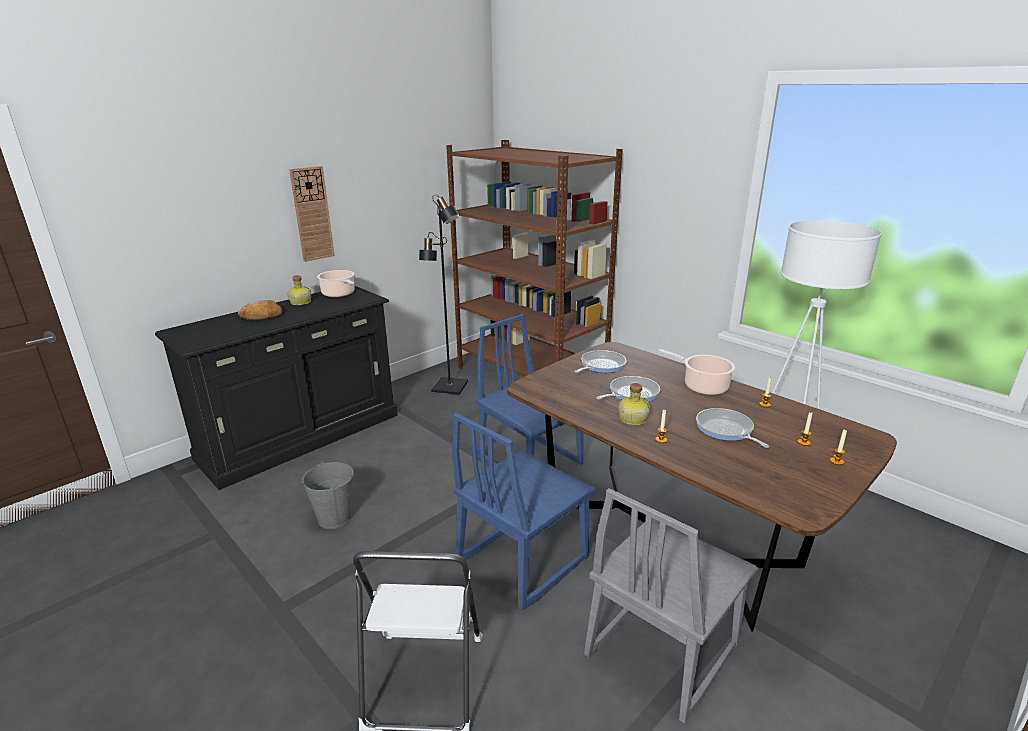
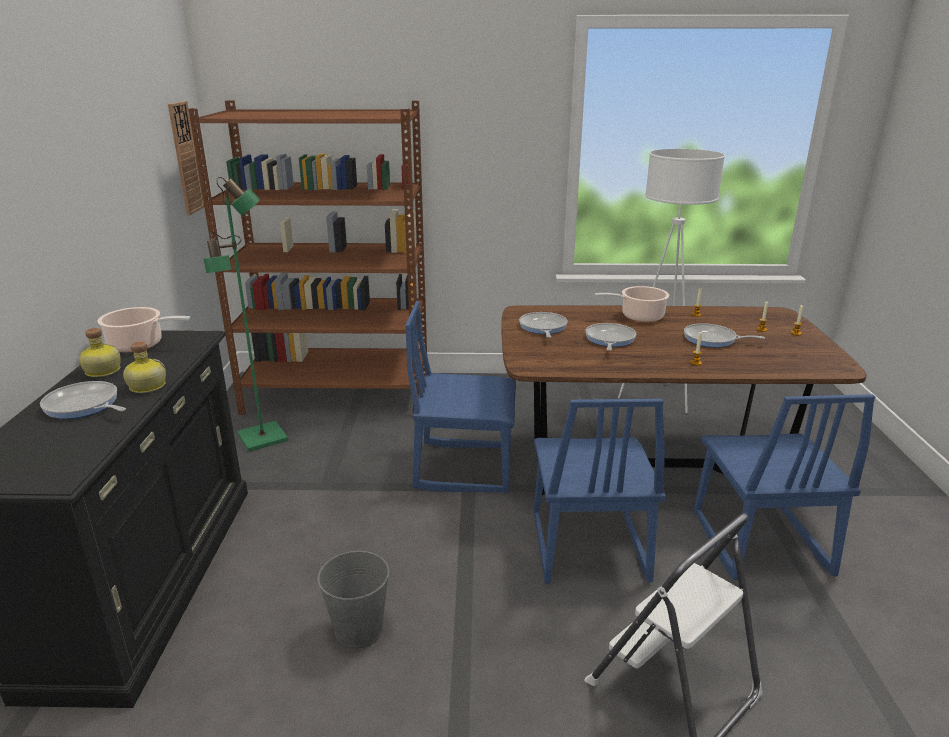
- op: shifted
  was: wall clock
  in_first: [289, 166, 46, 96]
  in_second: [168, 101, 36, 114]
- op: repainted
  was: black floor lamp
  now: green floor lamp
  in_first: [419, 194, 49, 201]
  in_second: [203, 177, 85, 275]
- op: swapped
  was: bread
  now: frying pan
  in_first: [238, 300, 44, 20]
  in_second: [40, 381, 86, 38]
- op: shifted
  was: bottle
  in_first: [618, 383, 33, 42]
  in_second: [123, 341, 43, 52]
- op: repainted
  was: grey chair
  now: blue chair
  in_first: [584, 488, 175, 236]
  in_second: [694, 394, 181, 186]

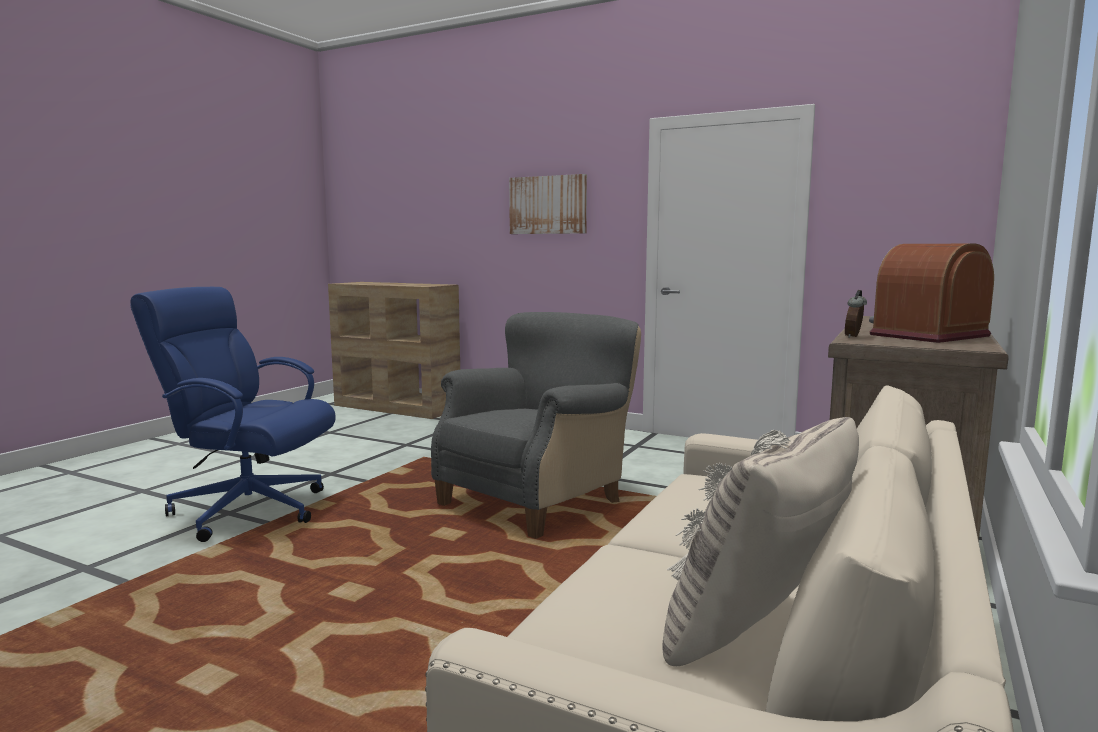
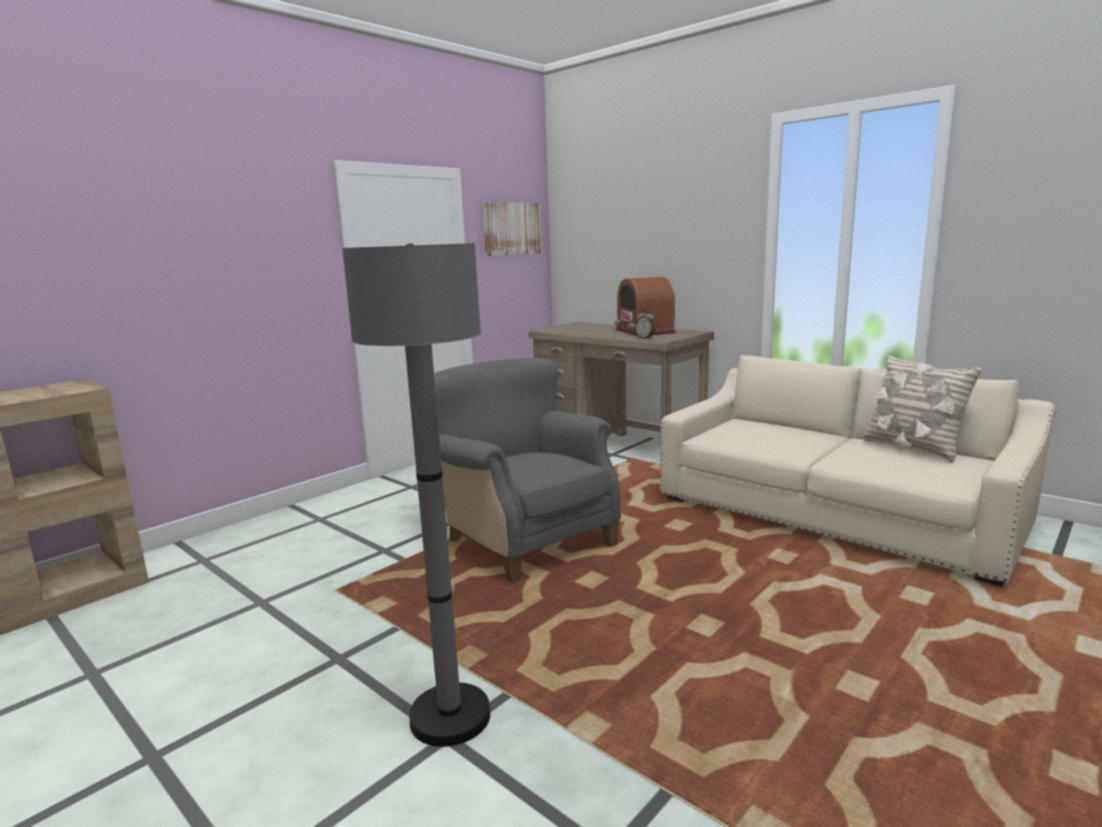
- op: shifted
  was: picture
  in_first: [509, 174, 78, 60]
  in_second: [483, 202, 59, 54]
- op: swapped
  was: blue office chair
  now: grey floor lamp
  in_first: [130, 287, 206, 255]
  in_second: [342, 243, 149, 504]

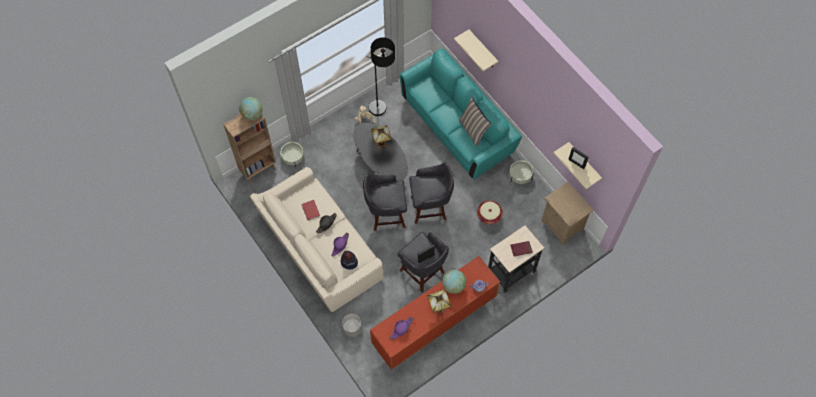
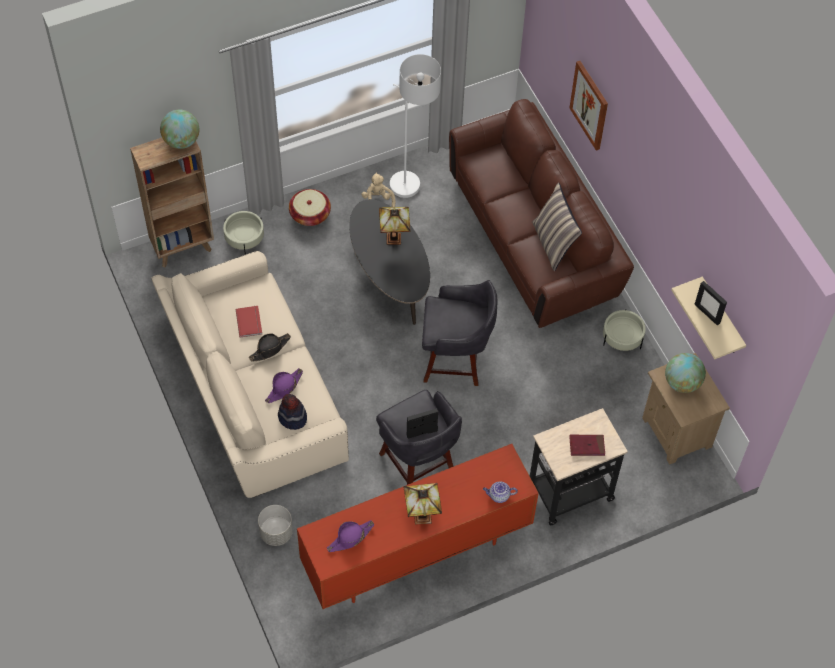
- op: swapped
  was: beige shelf
  now: picture
  in_first: [454, 30, 44, 41]
  in_second: [570, 61, 38, 89]
- op: repainted
  was: black floor lamp
  now: white floor lamp
  in_first: [366, 37, 29, 79]
  in_second: [390, 54, 51, 144]
- op: repainted
  was: turquoise sofa
  now: brown sofa
  in_first: [400, 48, 122, 132]
  in_second: [449, 99, 185, 229]
- op: gone
  was: grey stool
  in_first: [363, 173, 44, 58]
- op: shifted
  was: basket
  in_first: [477, 201, 26, 24]
  in_second: [289, 189, 42, 37]
- op: shifted
  was: globe
  in_first: [442, 270, 24, 24]
  in_second: [665, 353, 41, 40]

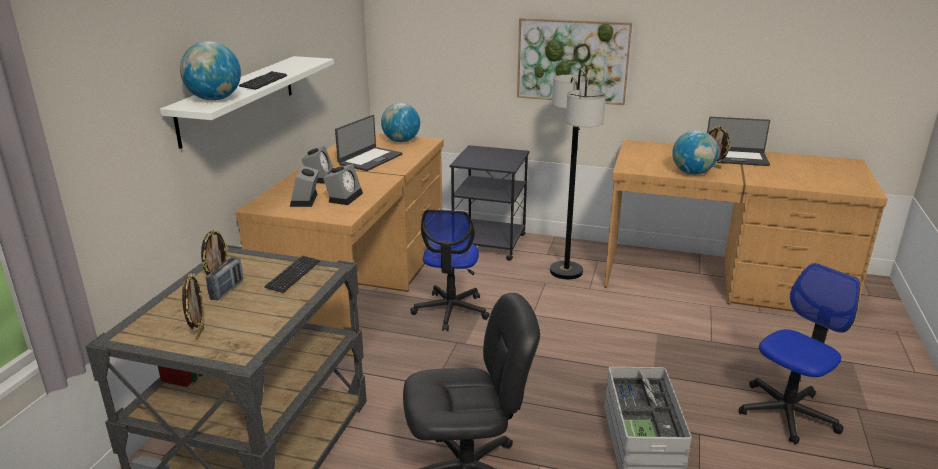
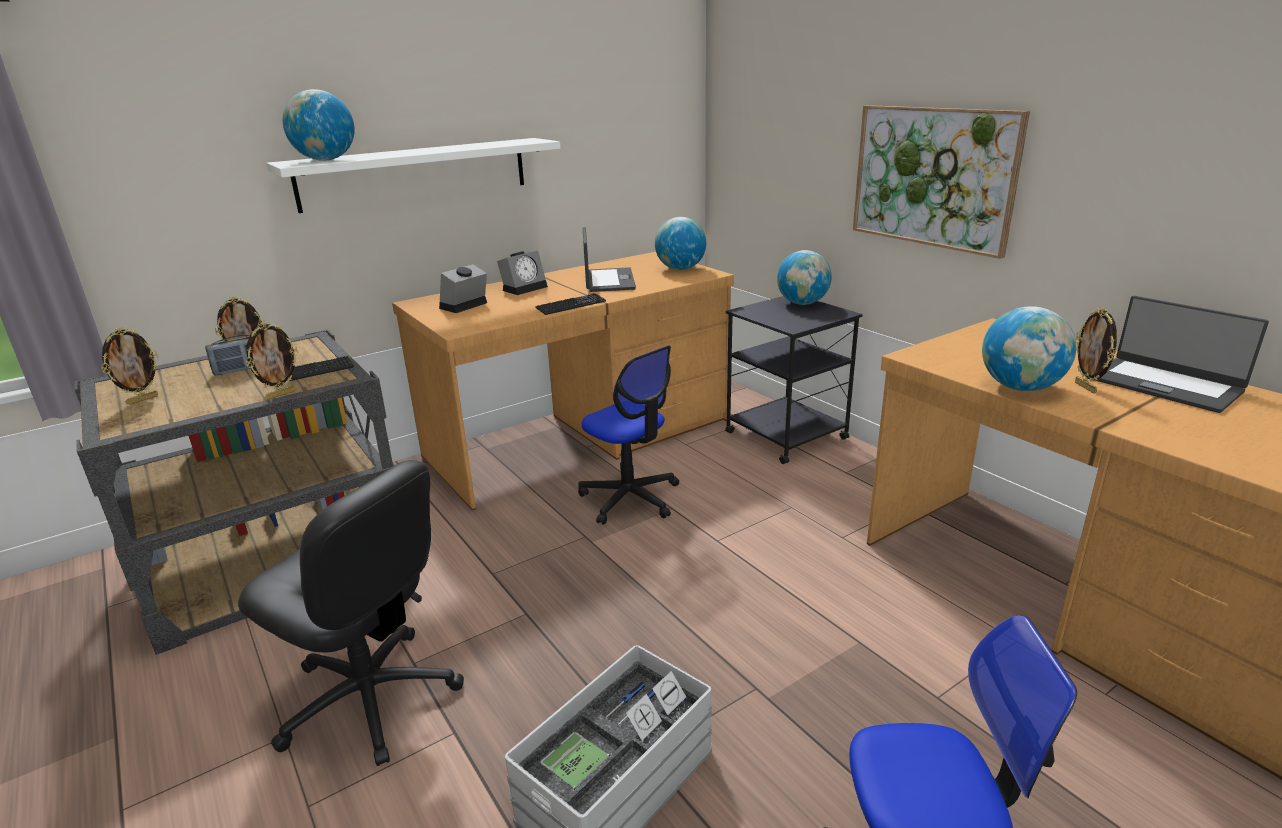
- op: gone
  was: floor lamp
  in_first: [550, 69, 56, 210]
- op: shifted
  was: keyboard
  in_first: [239, 71, 48, 19]
  in_second: [535, 293, 71, 22]
- op: rotated
  was: laptop
  in_first: [335, 115, 68, 56]
  in_second: [583, 227, 53, 65]
  clockwise: -75
- op: gone
  was: alarm clock
  in_first: [323, 164, 40, 41]
- op: rotated
  was: office chair
  in_first: [410, 209, 80, 122]
  in_second: [578, 345, 101, 180]
  clockwise: -90
- op: new
  now: globe
  in_second: [777, 250, 55, 55]
- op: new
  now: picture frame
  in_second: [245, 322, 53, 77]

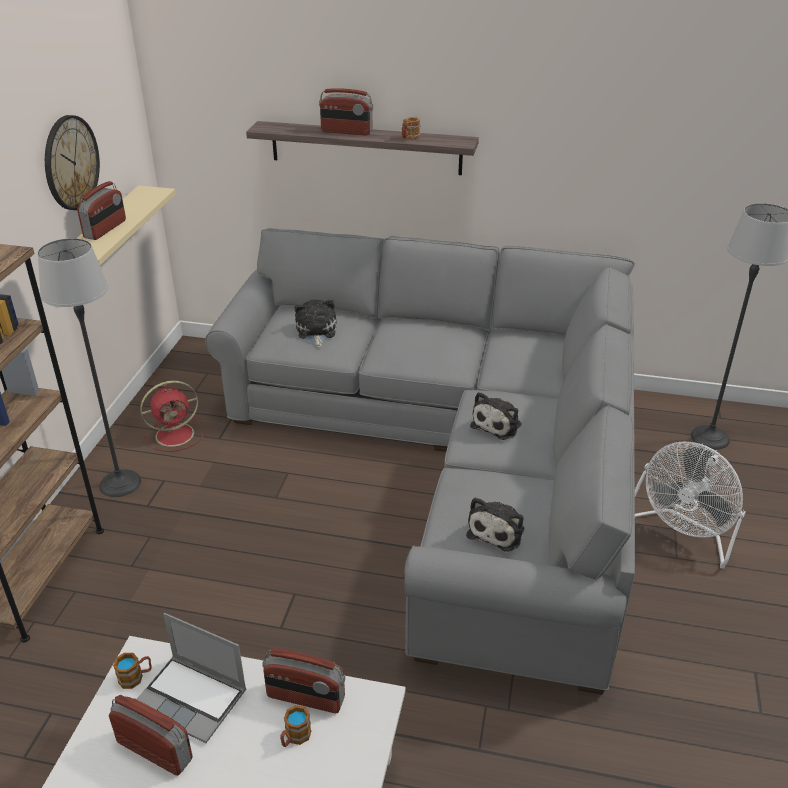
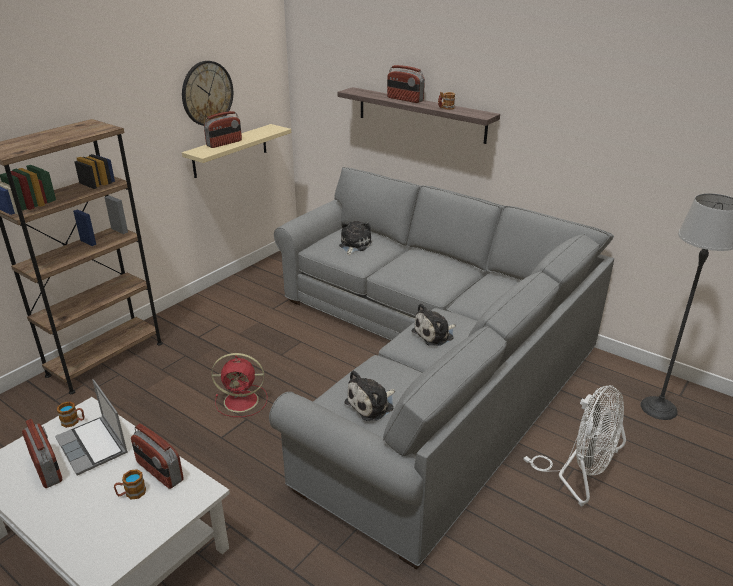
- op: gone
  was: floor lamp
  in_first: [38, 238, 103, 259]
- op: shifted
  was: red fan
  in_first: [140, 381, 64, 71]
  in_second: [211, 353, 56, 64]
- op: rotated
  was: white fan
  in_first: [635, 442, 111, 127]
  in_second: [523, 385, 103, 122]
  clockwise: -120

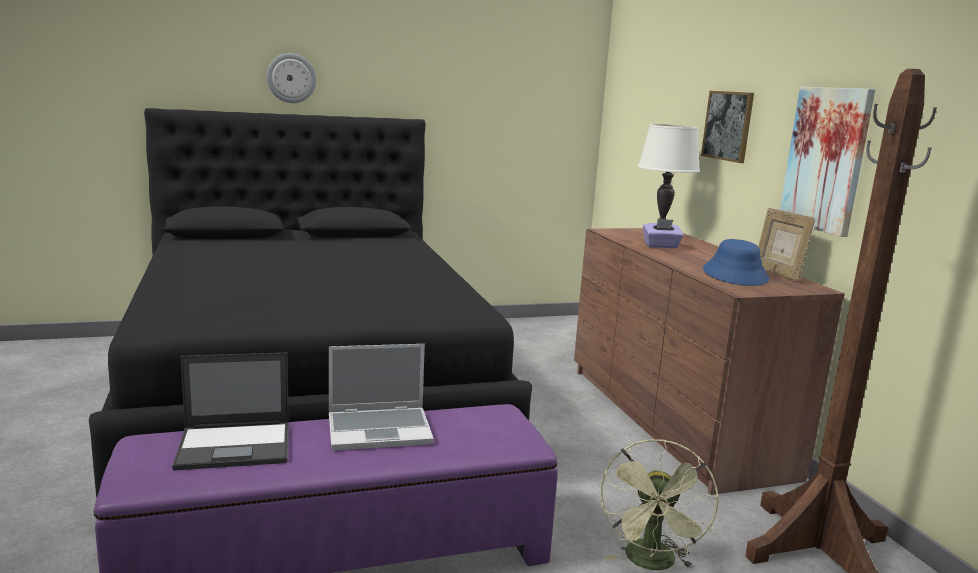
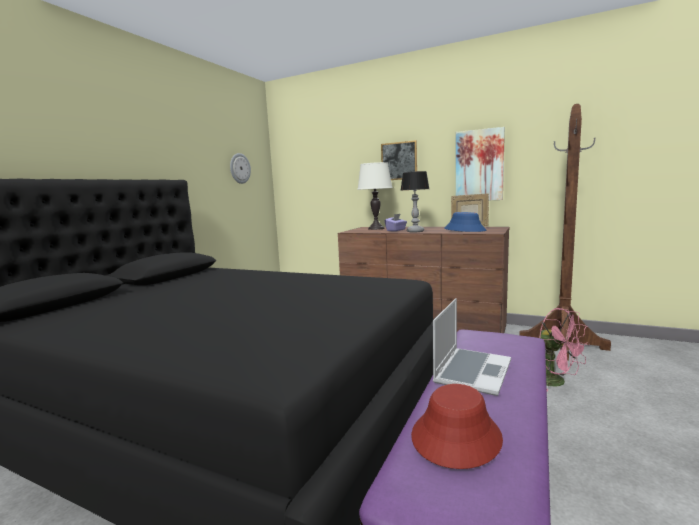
- op: shifted
  was: wall clock
  in_first: [267, 53, 49, 50]
  in_second: [230, 153, 21, 31]
- op: swapped
  was: laptop
  now: red hat
  in_first: [172, 352, 117, 118]
  in_second: [411, 384, 92, 85]
- op: repainted
  was: green fan
  now: pink fan
  in_first: [601, 439, 117, 131]
  in_second: [539, 308, 51, 83]
- op: new
  now: table lamp
  in_second: [401, 171, 28, 62]

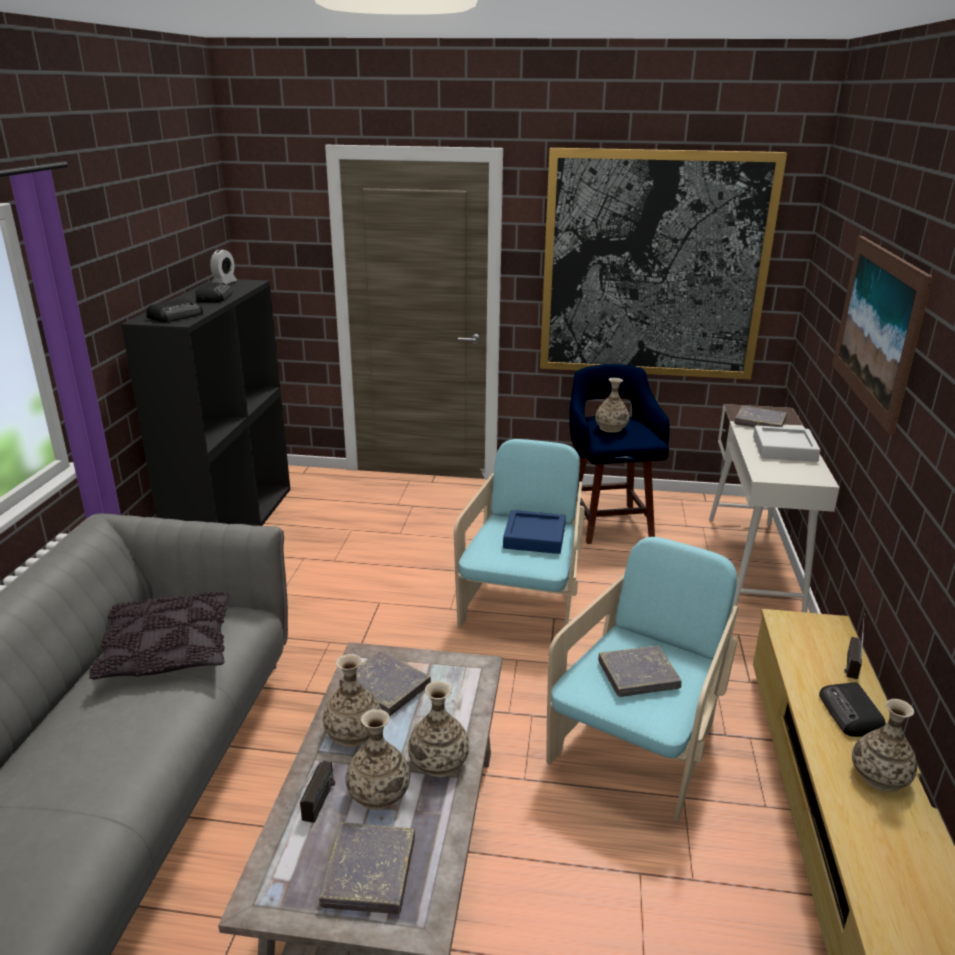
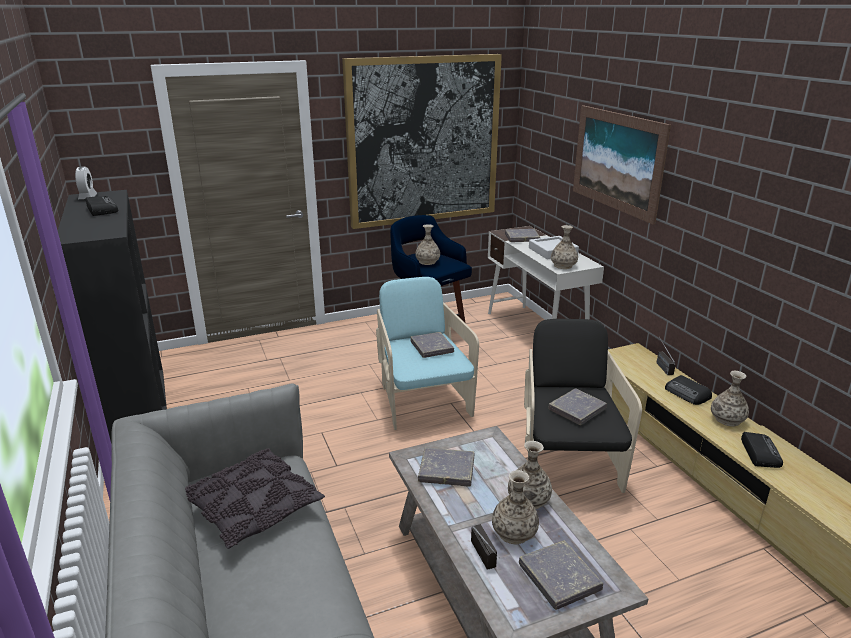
- op: shifted
  was: radio
  in_first: [146, 298, 57, 24]
  in_second: [741, 432, 42, 36]
- op: swapped
  was: blue tray
  now: grey book
  in_first: [503, 510, 63, 44]
  in_second: [410, 332, 44, 26]
- op: repainted
  was: turquoise armchair
  now: black armchair
  in_first: [546, 537, 192, 285]
  in_second: [524, 319, 118, 174]
- op: shifted
  was: vase
  in_first: [323, 654, 58, 93]
  in_second: [551, 225, 27, 44]

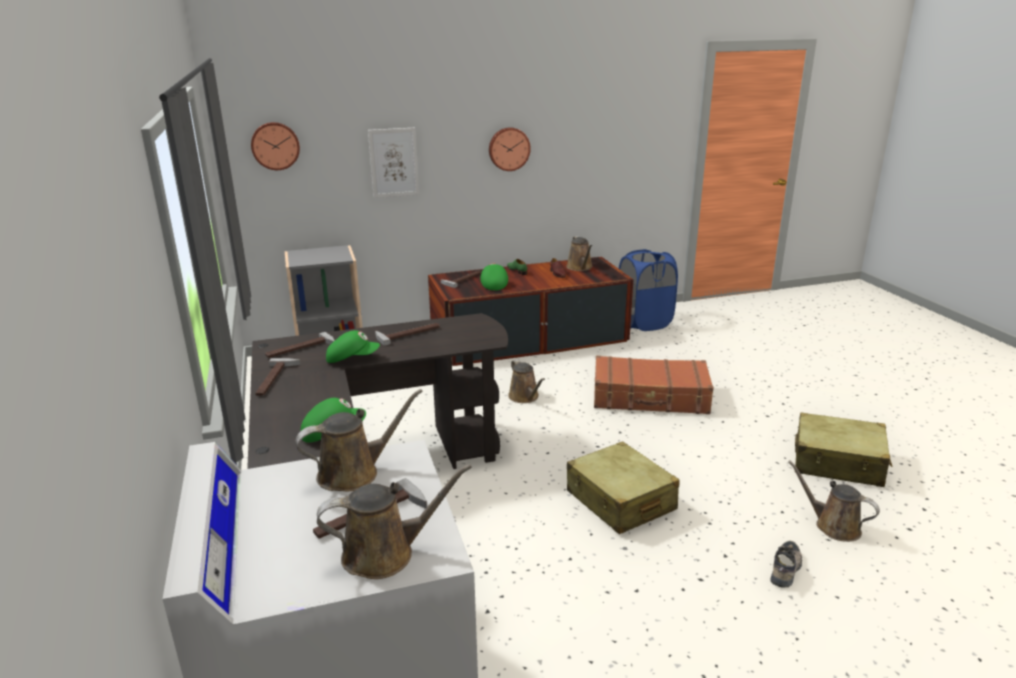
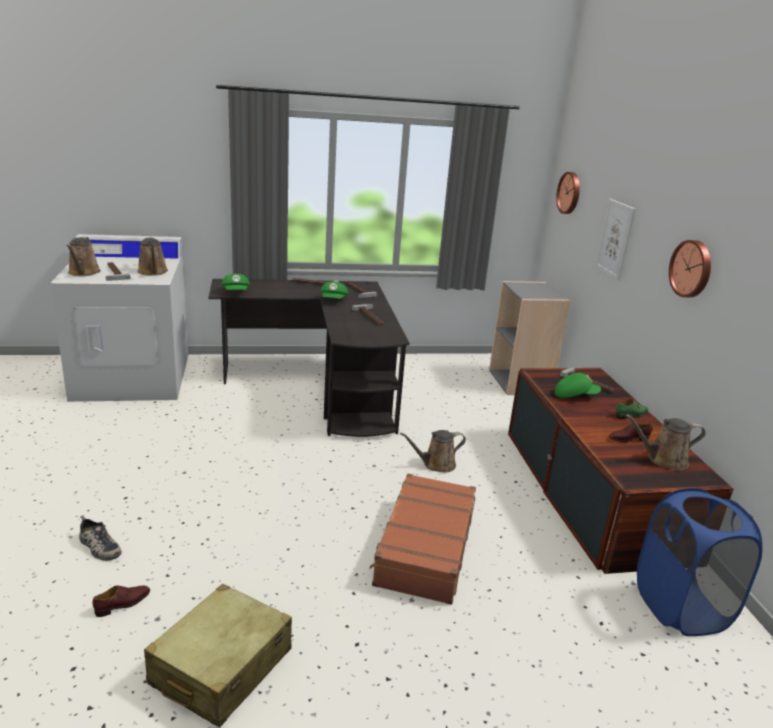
- op: gone
  was: beige suitcase
  in_first: [567, 441, 113, 93]
- op: swapped
  was: brown watering can
  now: brown shoe
  in_first: [788, 461, 92, 81]
  in_second: [93, 585, 57, 32]

